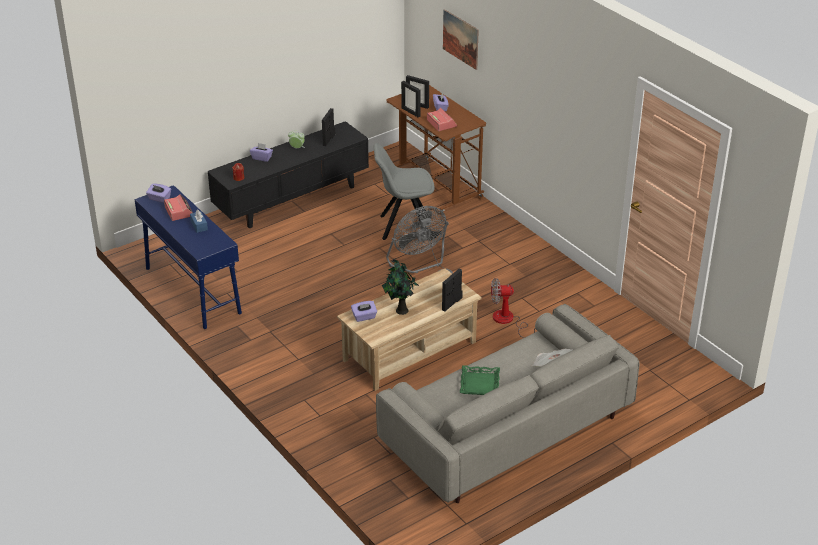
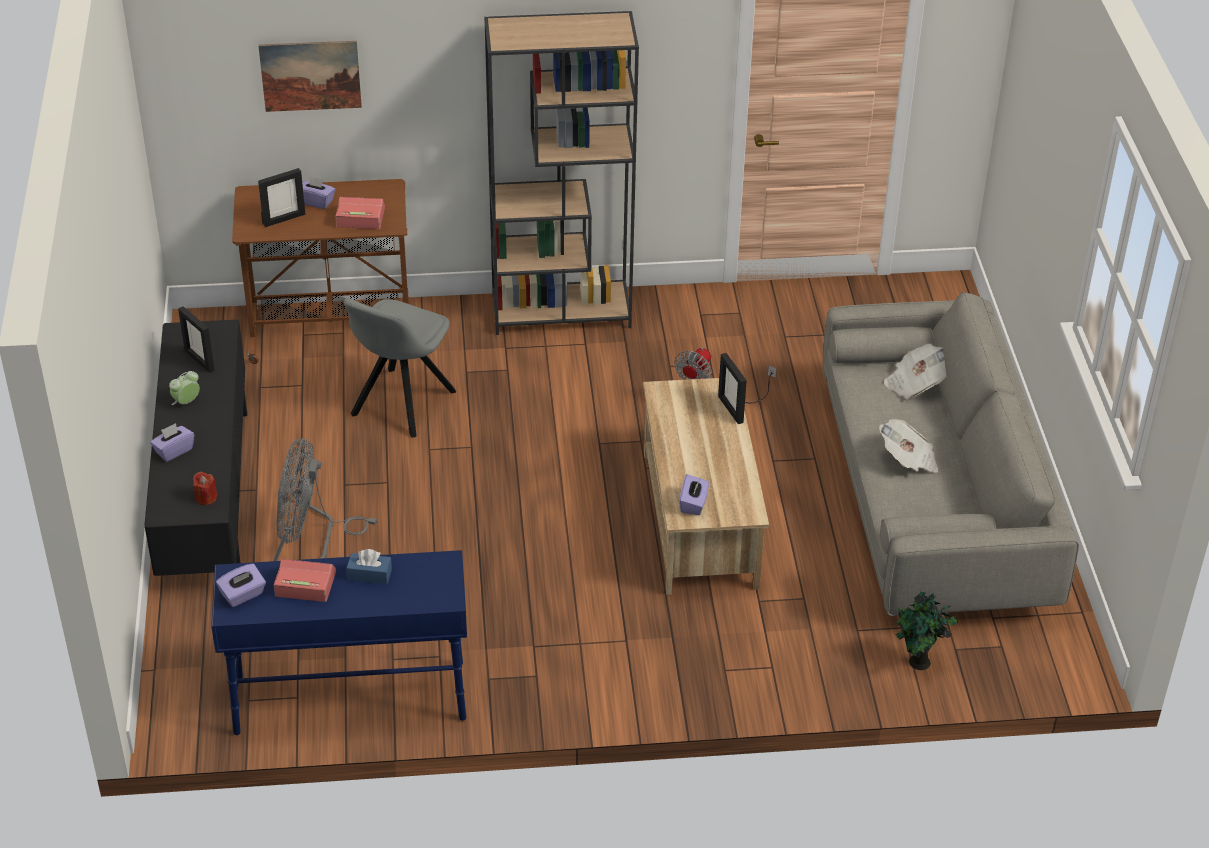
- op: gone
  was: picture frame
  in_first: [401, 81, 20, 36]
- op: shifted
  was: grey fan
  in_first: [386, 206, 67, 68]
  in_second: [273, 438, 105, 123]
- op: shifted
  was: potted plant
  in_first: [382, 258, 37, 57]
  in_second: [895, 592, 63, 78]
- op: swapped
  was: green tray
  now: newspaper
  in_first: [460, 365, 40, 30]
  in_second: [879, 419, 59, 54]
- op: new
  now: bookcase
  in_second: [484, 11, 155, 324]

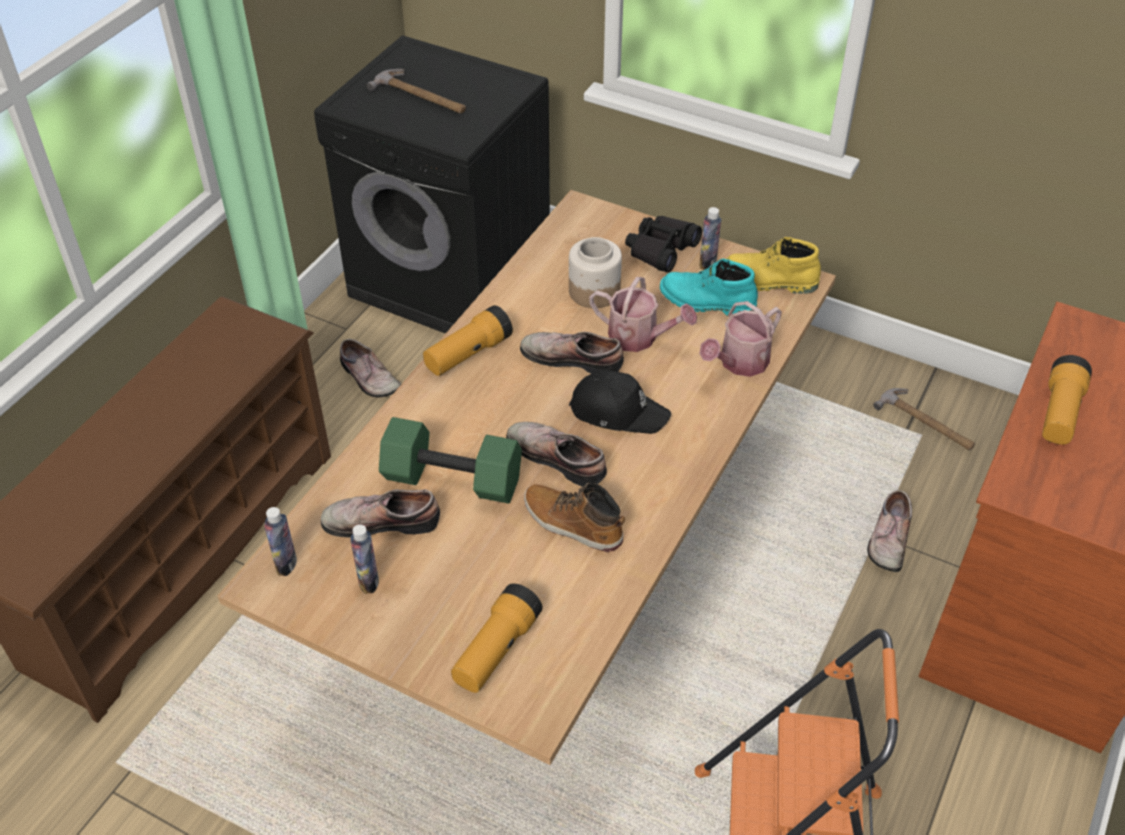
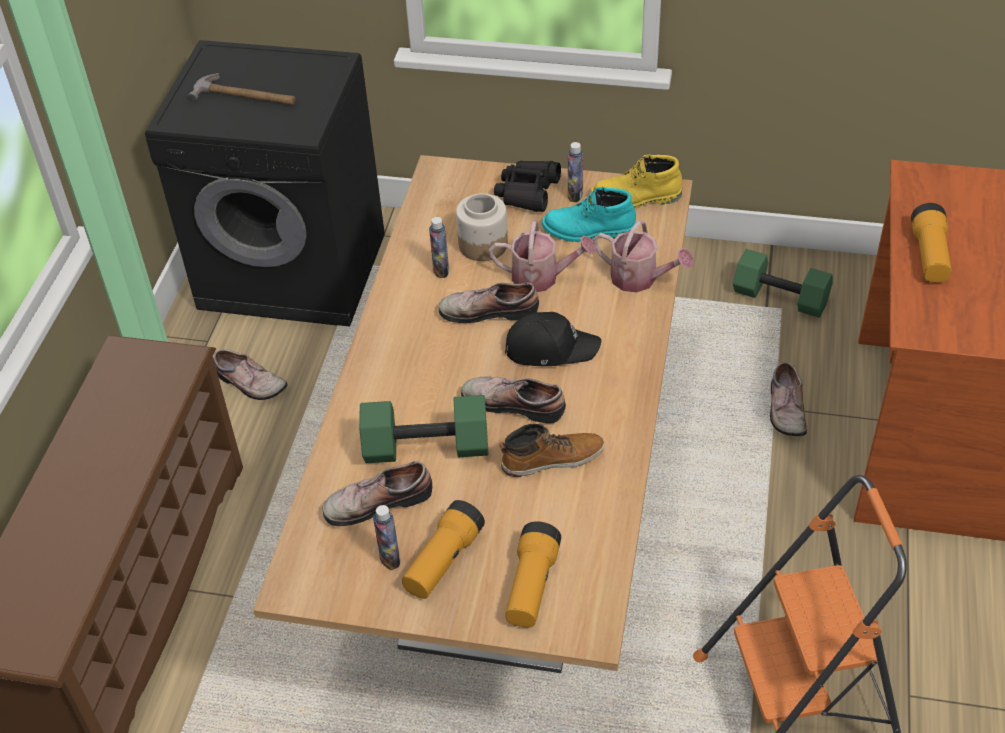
- op: rotated
  was: watering can
  in_first: [699, 301, 83, 76]
  in_second: [593, 221, 101, 71]
  clockwise: -90
- op: shifted
  was: flashlight
  in_first: [423, 305, 90, 71]
  in_second: [402, 500, 83, 99]
- op: swapped
  was: hammer
  now: green dumbbell
  in_first: [873, 388, 102, 62]
  in_second: [733, 249, 100, 69]
- op: rotated
  was: boot
  in_first: [524, 482, 101, 70]
  in_second: [500, 424, 105, 53]
  clockwise: 150
- op: shifted
  was: bottle
  in_first: [265, 507, 32, 69]
  in_second: [429, 217, 20, 61]

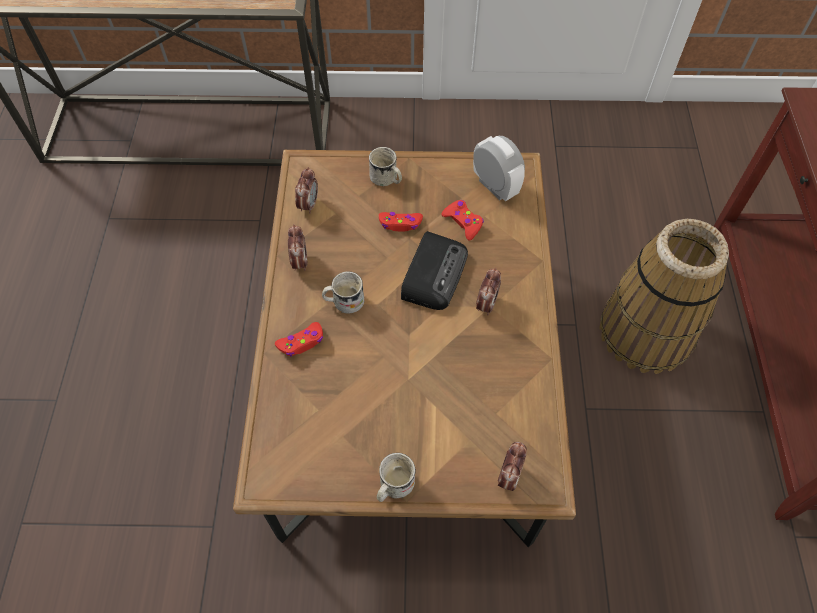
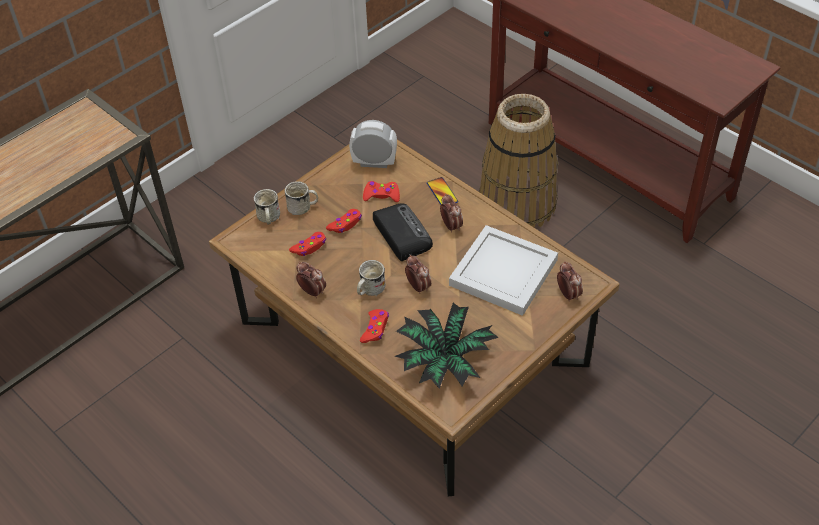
- op: shifted
  was: alarm clock
  in_first: [295, 167, 23, 47]
  in_second: [405, 255, 26, 39]
- op: shifted
  was: white mug
  in_first: [377, 453, 39, 49]
  in_second: [254, 189, 26, 35]
- op: new
  now: phone
  in_second: [427, 177, 31, 28]
- op: new
  now: white tray
  in_second: [449, 225, 109, 91]
- op: new
  now: red game controller
  in_second: [289, 232, 37, 24]
- op: new
  now: potted plant
  in_second: [395, 303, 104, 86]

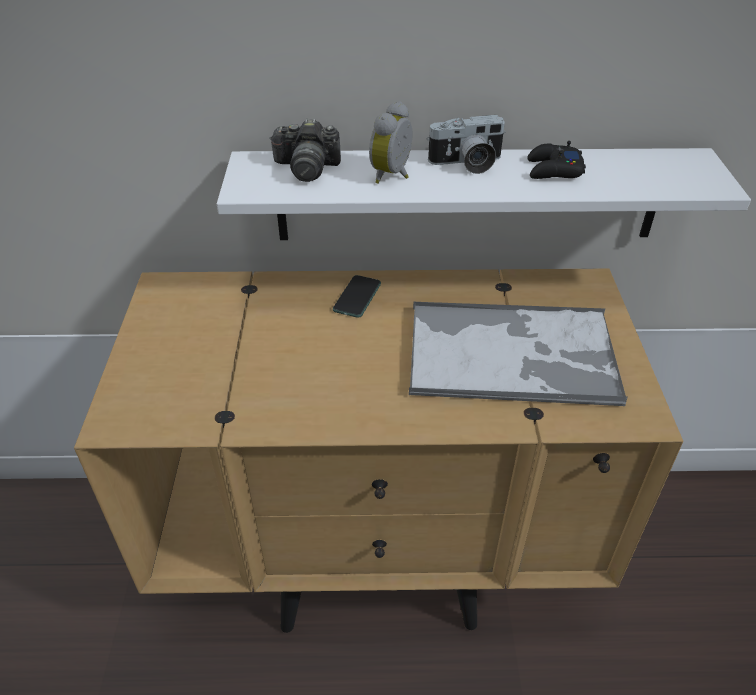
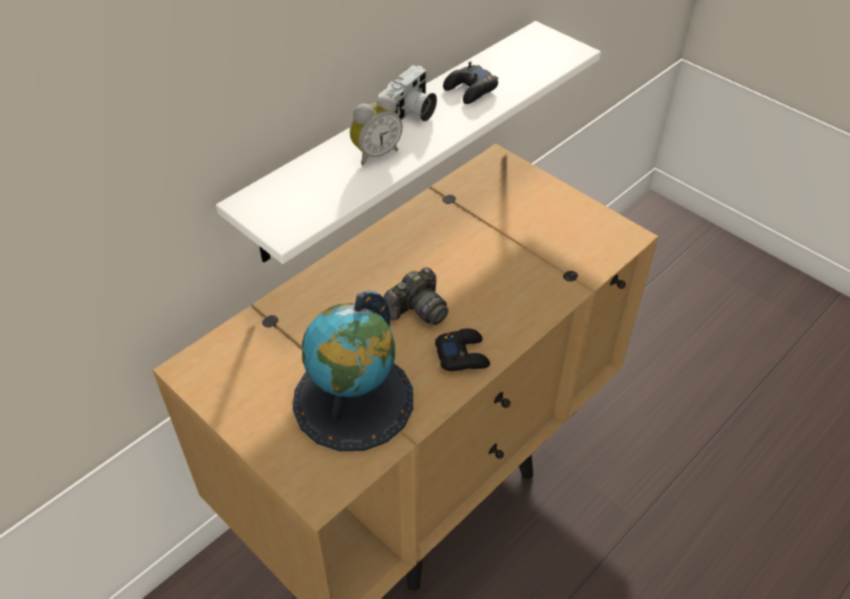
- op: rotated
  was: alarm clock
  in_first: [369, 101, 43, 83]
  in_second: [350, 95, 52, 70]
  clockwise: -105
- op: shifted
  was: photo camera
  in_first: [269, 118, 72, 64]
  in_second: [384, 267, 64, 58]
- op: gone
  was: phone
  in_first: [333, 275, 48, 43]
- op: gone
  was: tray
  in_first: [409, 302, 219, 104]
- op: new
  now: globe
  in_second: [293, 291, 120, 160]
- op: new
  now: black game controller
  in_second: [435, 329, 55, 42]

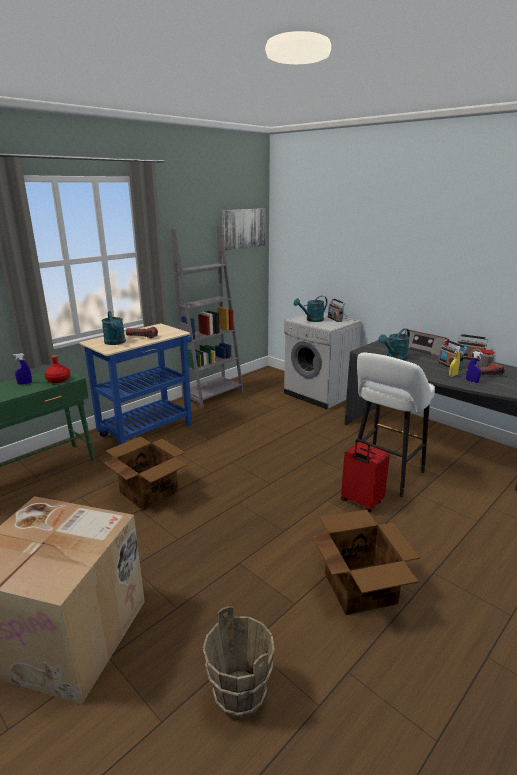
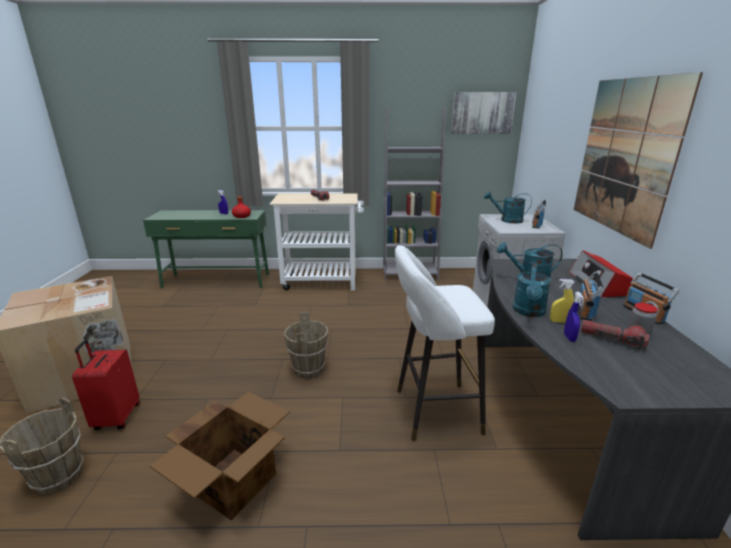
- op: shifted
  was: turquoise watering can
  in_first: [102, 311, 24, 34]
  in_second: [513, 263, 38, 54]
- op: repainted
  was: blue cart
  now: white cart
  in_first: [79, 324, 113, 121]
  in_second: [270, 193, 94, 98]
- op: gone
  was: cardboard box
  in_first: [104, 436, 83, 74]
- op: shifted
  was: red suitcase
  in_first: [341, 439, 49, 73]
  in_second: [72, 340, 68, 90]
- op: new
  now: picture
  in_second: [574, 72, 129, 177]
- op: new
  now: brown bucket
  in_second: [284, 312, 44, 66]

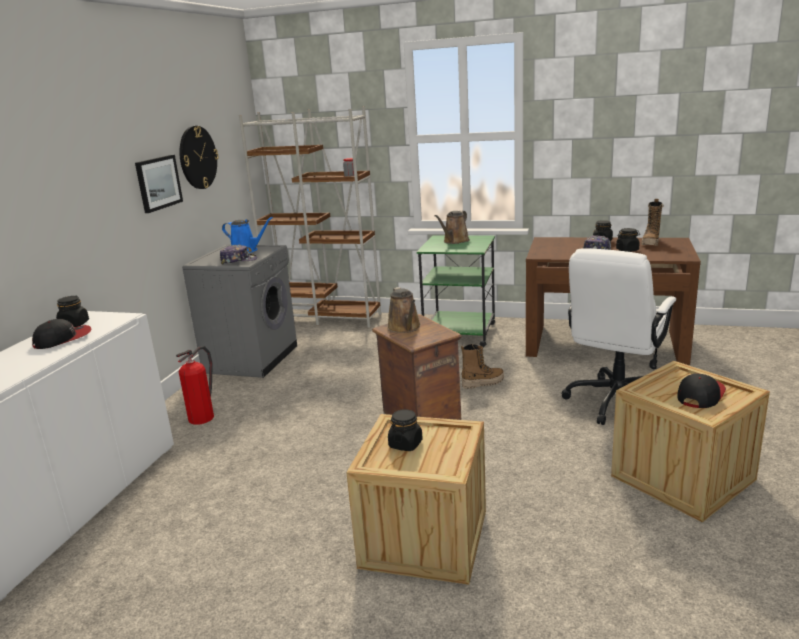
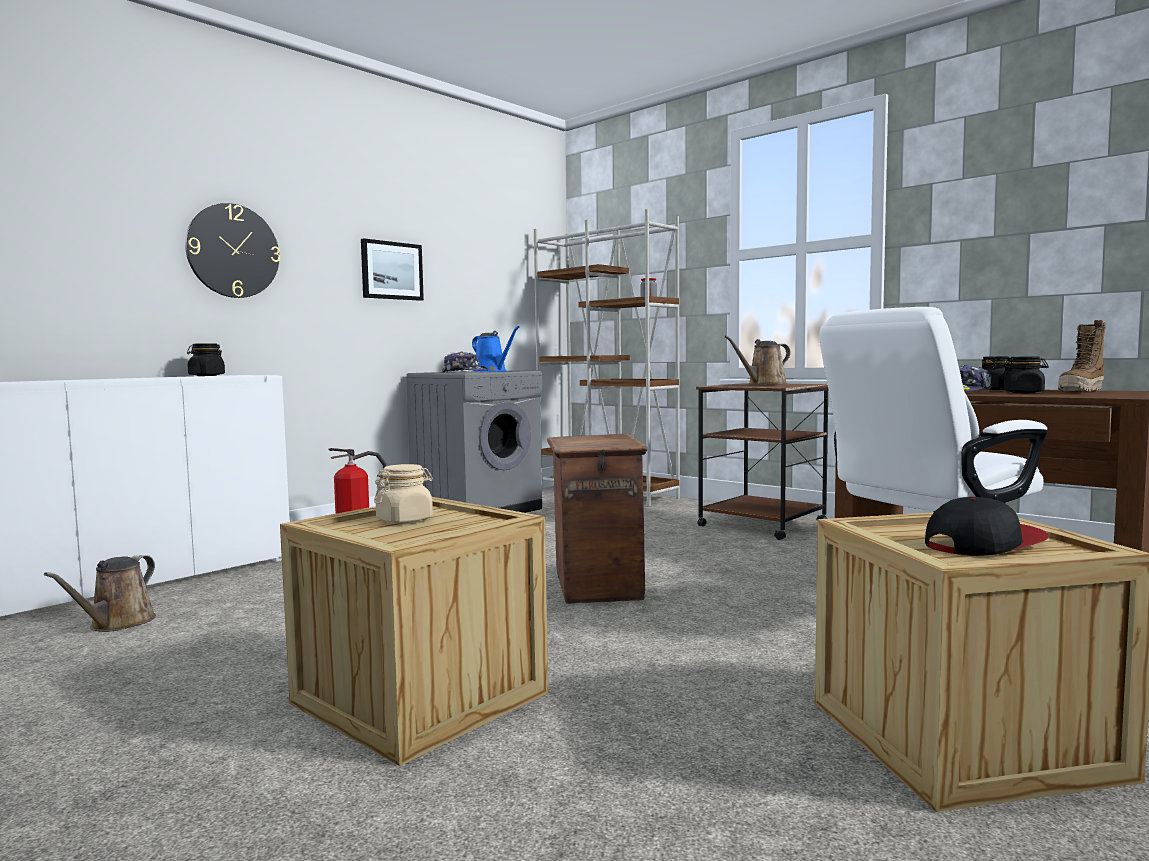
- op: shifted
  was: wall clock
  in_first: [179, 126, 40, 63]
  in_second: [185, 203, 95, 95]
- op: repainted
  was: green cart
  now: brown cart
  in_first: [417, 235, 78, 112]
  in_second: [696, 383, 132, 157]
- op: shifted
  was: brown watering can
  in_first: [387, 287, 34, 46]
  in_second: [44, 555, 112, 77]
- op: gone
  was: cap
  in_first: [32, 319, 60, 30]
- op: gone
  was: boot
  in_first: [461, 344, 43, 45]
- op: repainted
  was: black jar
  now: beige jar
  in_first: [388, 409, 35, 42]
  in_second: [374, 464, 59, 59]

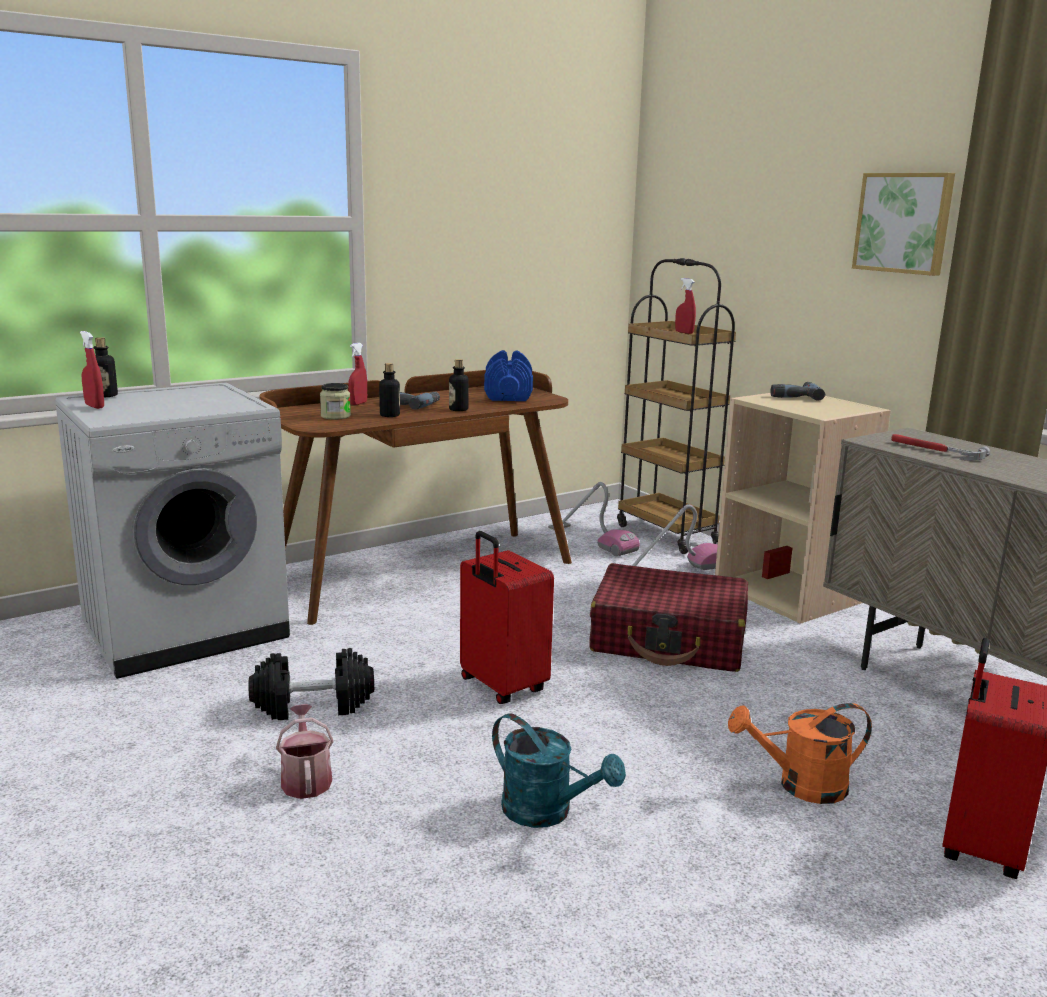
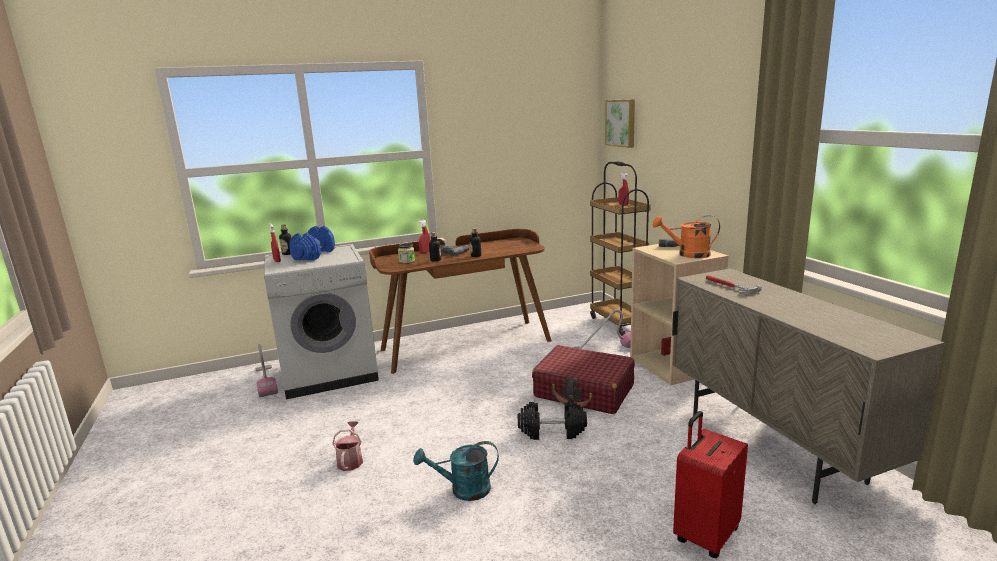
- op: shifted
  was: picture
  in_first: [852, 173, 103, 103]
  in_second: [605, 99, 30, 49]
- op: shifted
  was: blue dumbbell
  in_first: [484, 350, 49, 51]
  in_second: [289, 226, 46, 34]
- op: shifted
  was: vacuum cleaner
  in_first: [548, 482, 92, 75]
  in_second: [256, 344, 22, 54]
- op: gone
  was: red suitcase
  in_first: [460, 531, 94, 173]
- op: shifted
  was: black dumbbell
  in_first: [248, 648, 126, 72]
  in_second: [518, 401, 69, 39]
- op: shifted
  was: orange watering can
  in_first: [728, 703, 144, 101]
  in_second: [653, 215, 67, 43]
- op: rotated
  was: turquoise watering can
  in_first: [492, 713, 134, 115]
  in_second: [413, 441, 86, 60]
  clockwise: 120

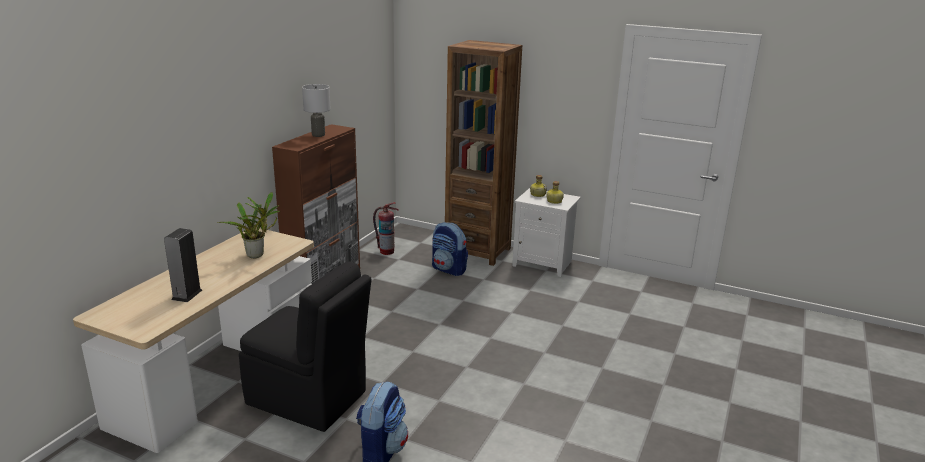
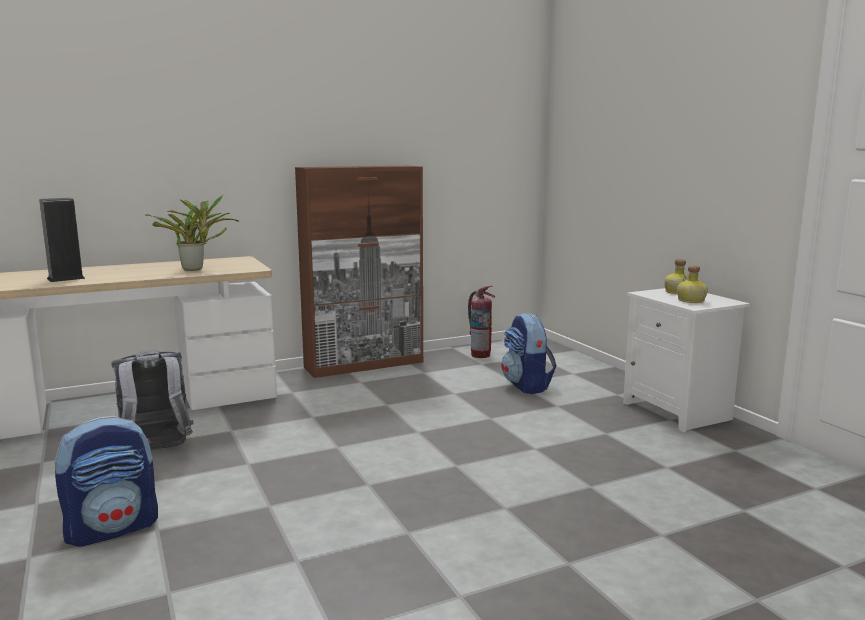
- op: gone
  was: brown bookcase
  in_first: [445, 40, 77, 226]
- op: gone
  was: white table lamp
  in_first: [302, 84, 29, 53]
- op: swapped
  was: black chair
  now: grey backpack
  in_first: [239, 261, 133, 171]
  in_second: [111, 350, 83, 100]

